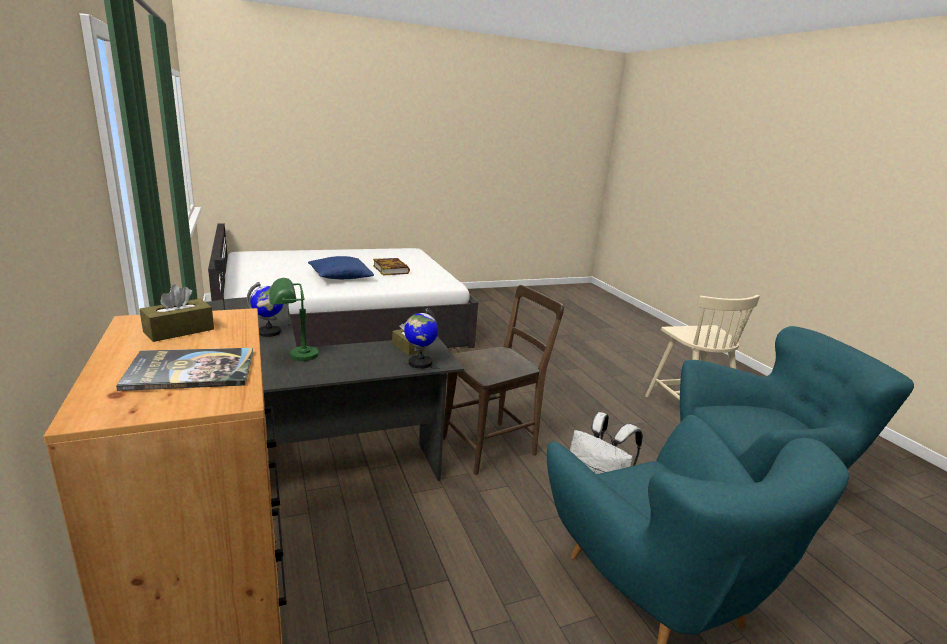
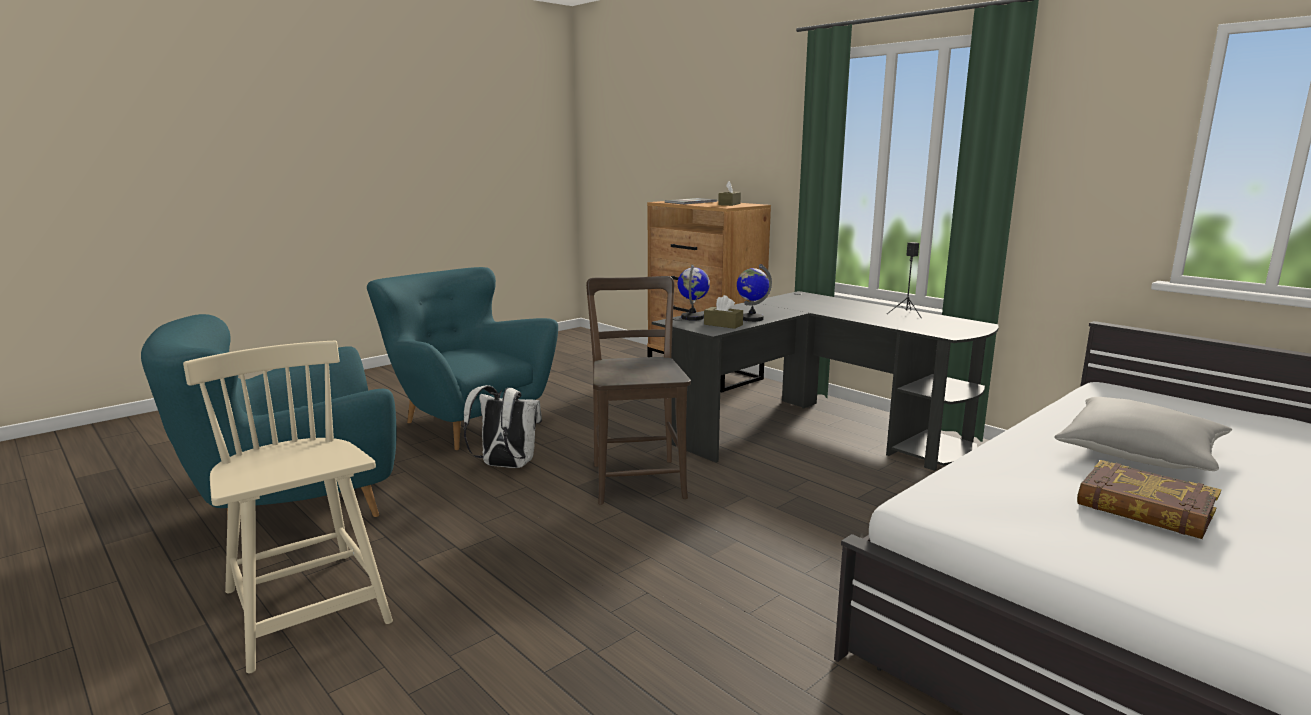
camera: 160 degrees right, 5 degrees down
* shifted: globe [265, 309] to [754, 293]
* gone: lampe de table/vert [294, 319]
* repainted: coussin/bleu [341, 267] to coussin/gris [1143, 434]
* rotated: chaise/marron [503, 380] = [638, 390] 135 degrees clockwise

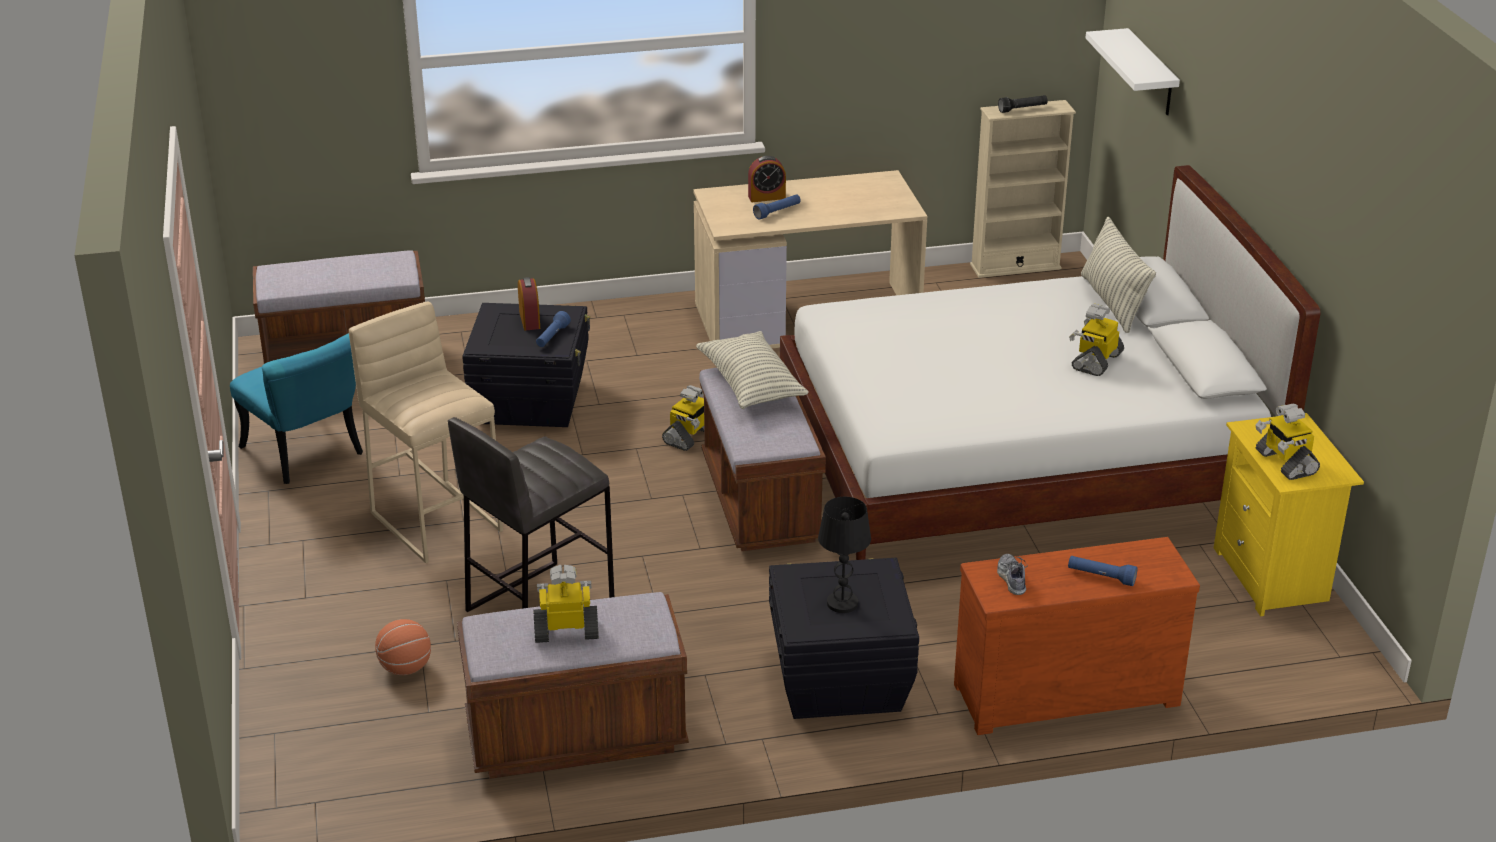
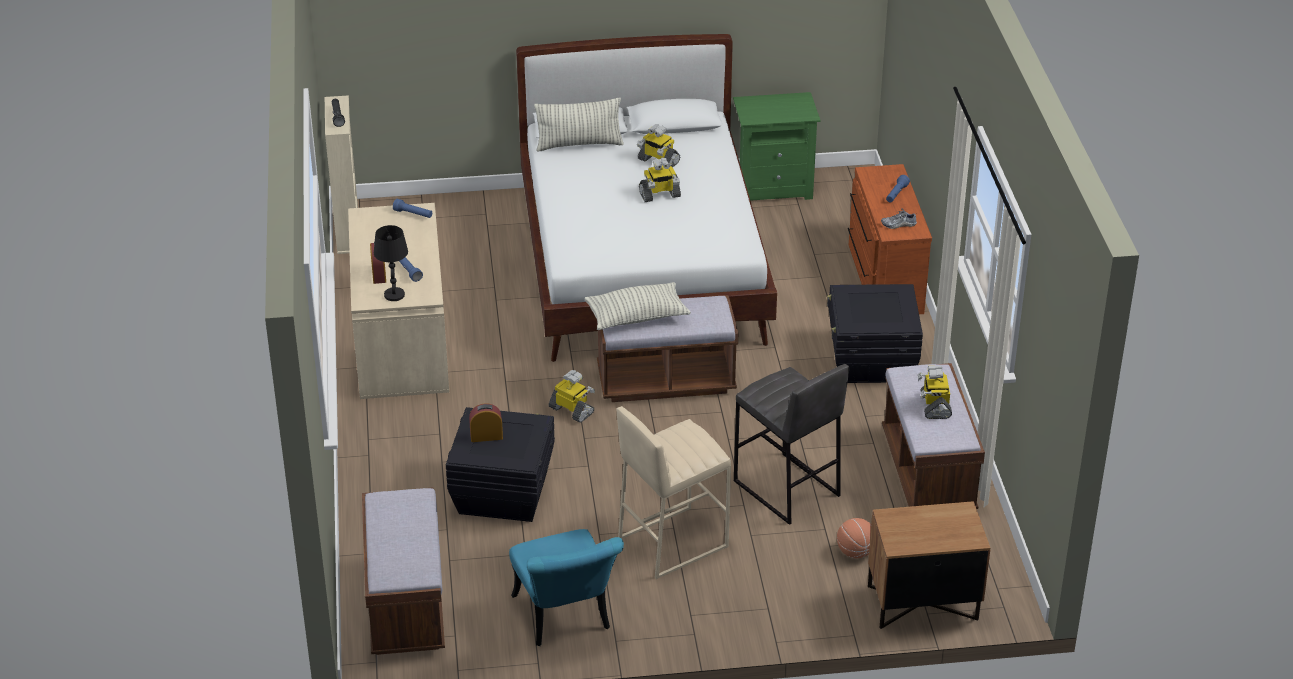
camera: 85 degrees left, 5 degrees up
* rotated: chaise/turquoise [296, 408] = [566, 587] 105 degrees clockwise
* shifted: lampe de poche/bleu [553, 329] to [412, 208]
* shifted: lampe de table/noir [844, 555] to [391, 263]
* gone: étagère/blanc [1133, 71]
* repainted: table de chevet/jaune [1289, 514] to table de chevet/vert [777, 146]
* shifted: robot jouet [1287, 441] to [660, 179]
* new: table de chevet/marron [929, 565]

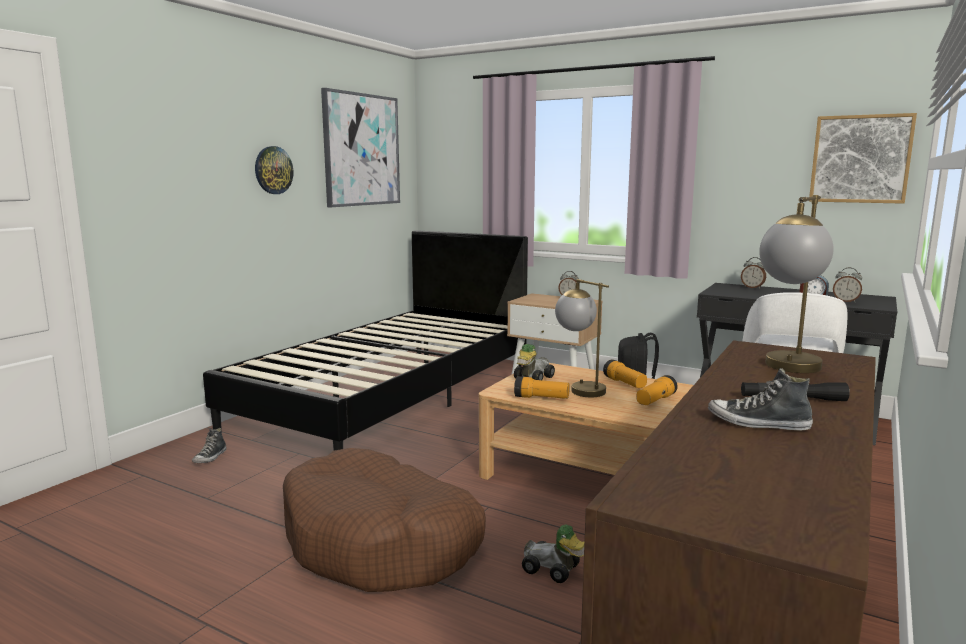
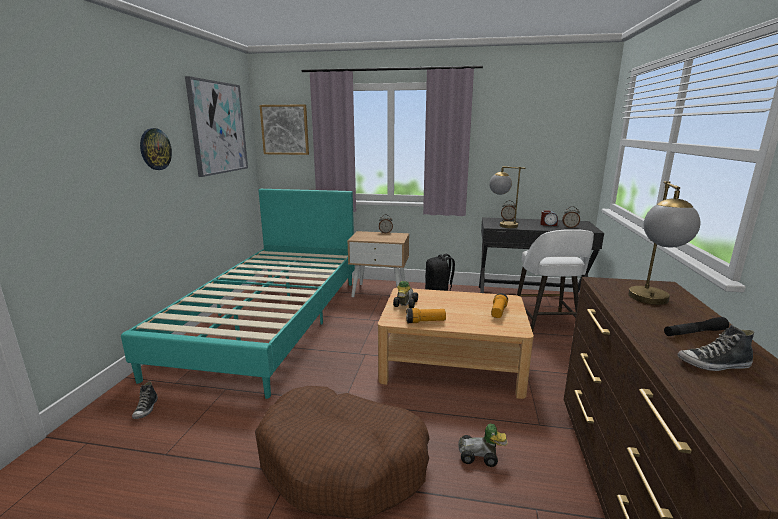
camera: 20 degrees left, 5 degrees up
* repainted: lit/noir [365, 340] to lit/turquoise [238, 294]
* shifted: lampe de table [582, 338] to [507, 197]
* gone: lampe de poche [625, 373]
* shifted: tableau [863, 158] to [284, 129]

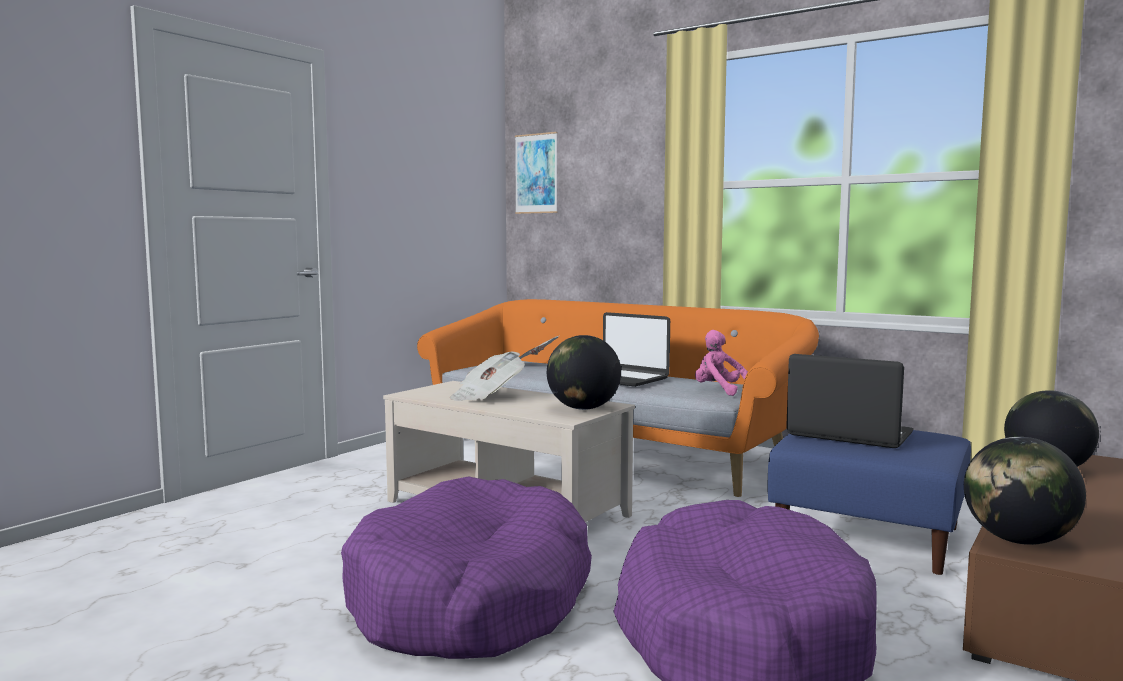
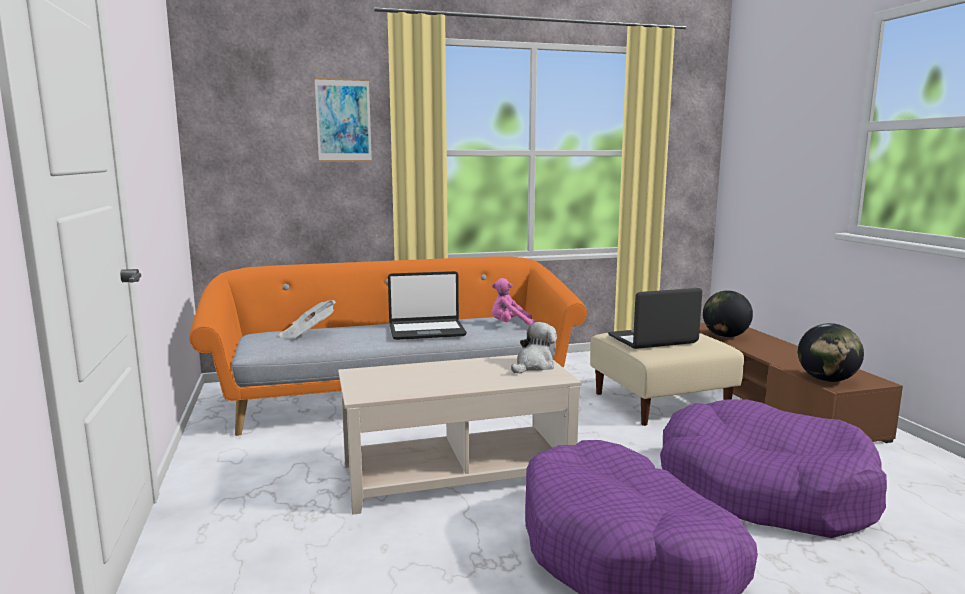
camera: 50 degrees left, 5 degrees up
* gone: journal [487, 376]
* shifted: tableau [536, 173] to [343, 120]
* swapped: globe [584, 372] to peluche [534, 348]
* repainted: pouf/bleu [869, 502] to pouf/beige [667, 379]

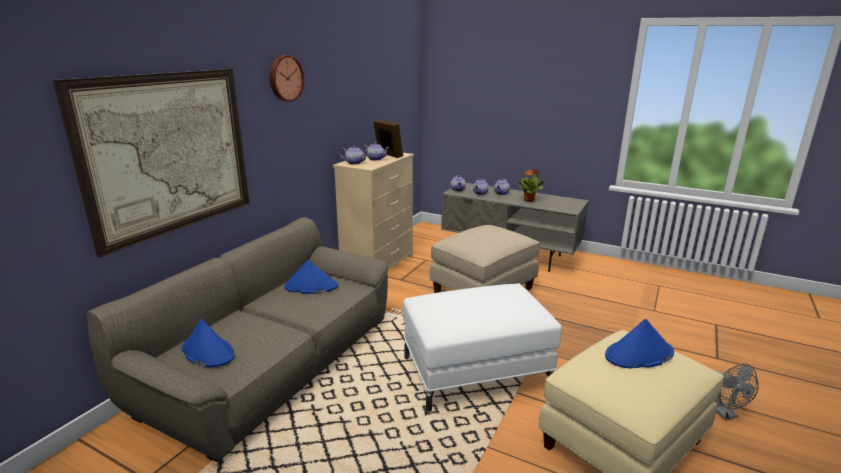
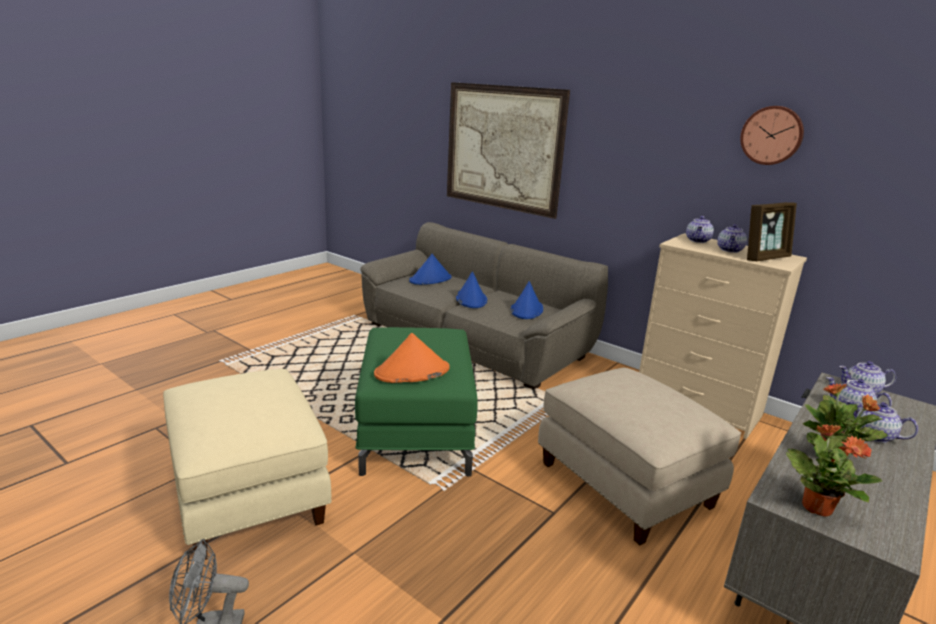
camera: 100 degrees right, 0 degrees up
* shifted: horloge murale [287, 78] to [772, 135]
* repainted: pouf/blanc [482, 347] to pouf/vert [416, 402]
* shifted: chapeau/bleu [639, 344] to [471, 289]
* new: chapeau/orange [412, 358]
* new: plante en pot [834, 470]

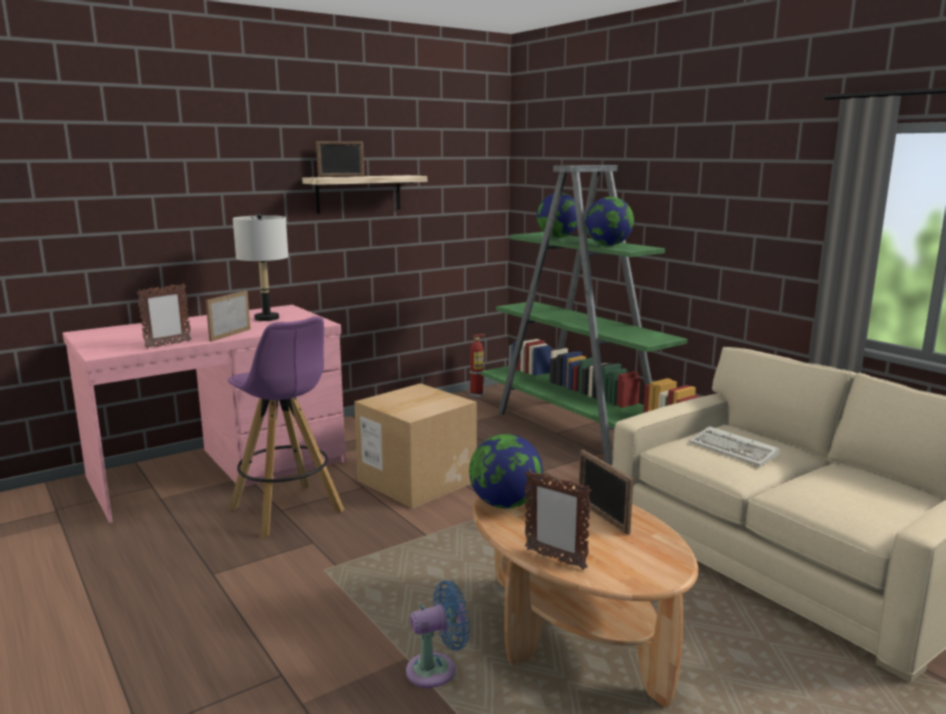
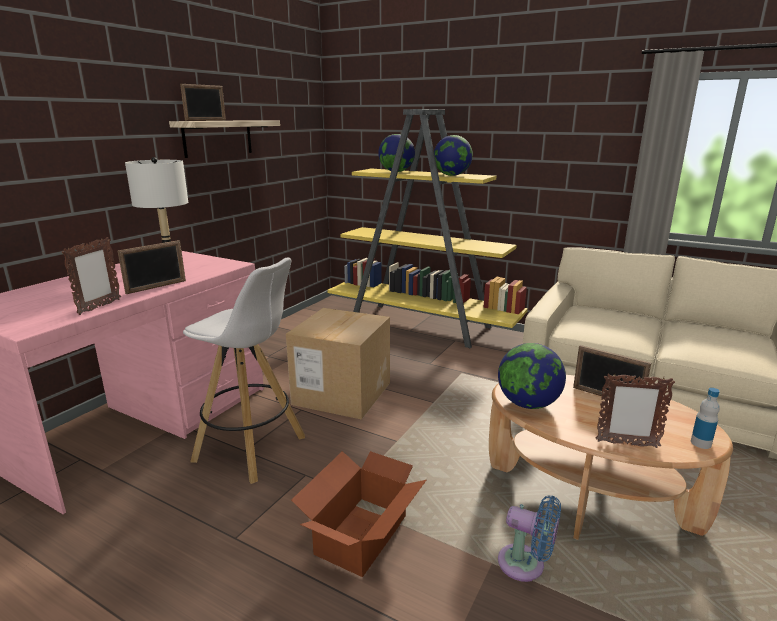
camera: 25 degrees left, 5 degrees up
* rotated: cadre photo [228, 316] = [151, 267] 135 degrees counterclockwise
* repainted: tabouret/violet [286, 426] to tabouret/blanc [244, 371]
* rotated: ventilateur/bleu [438, 634] = [529, 538] 75 degrees clockwise
* gone: extincteur [477, 365]
* repainted: bibliothèque/vert [590, 314] to bibliothèque/jaune [427, 228]
* gone: clavier [734, 446]
* new: carton [358, 514]
* new: bouteille [705, 418]

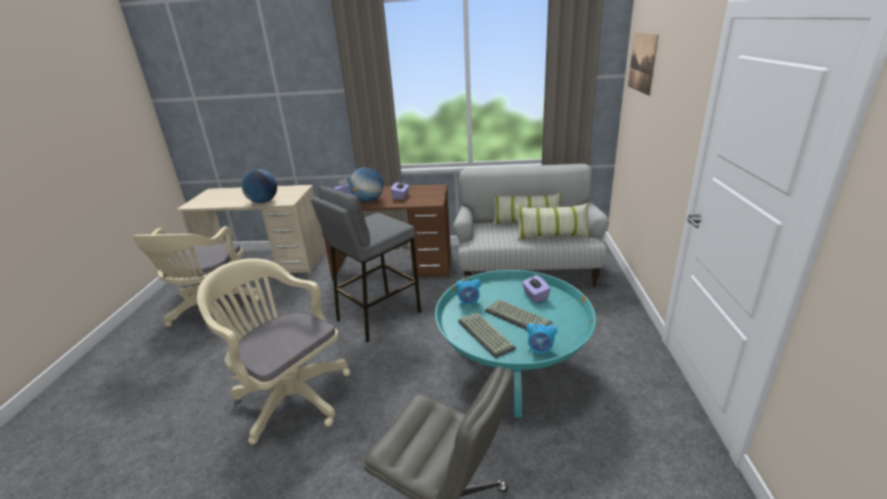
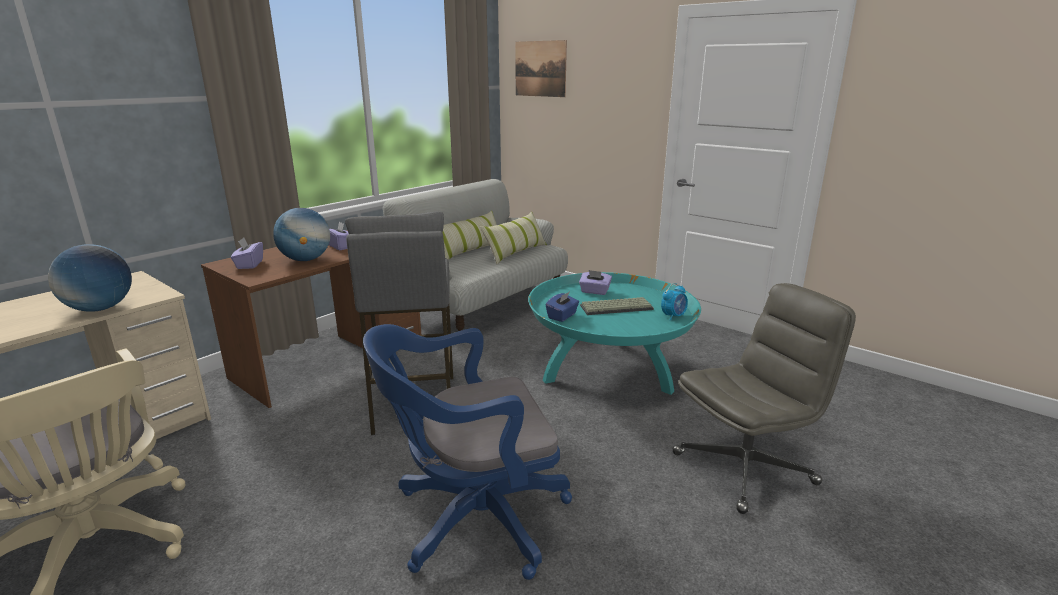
camera: 55 degrees left, 5 degrees down
* repainted: chaise de bureau/beige [273, 351] to chaise de bureau/bleu [467, 452]
* swapped: réveil [468, 291] to boîte à mouchoirs/bleu [562, 307]
* gone: clavier [487, 335]

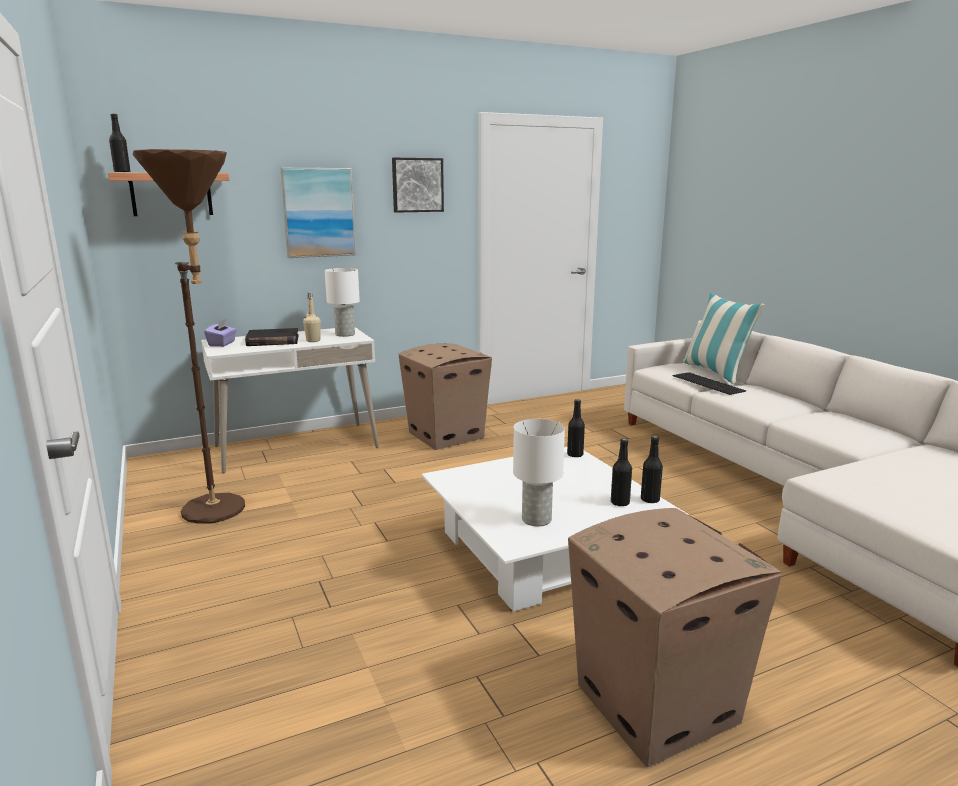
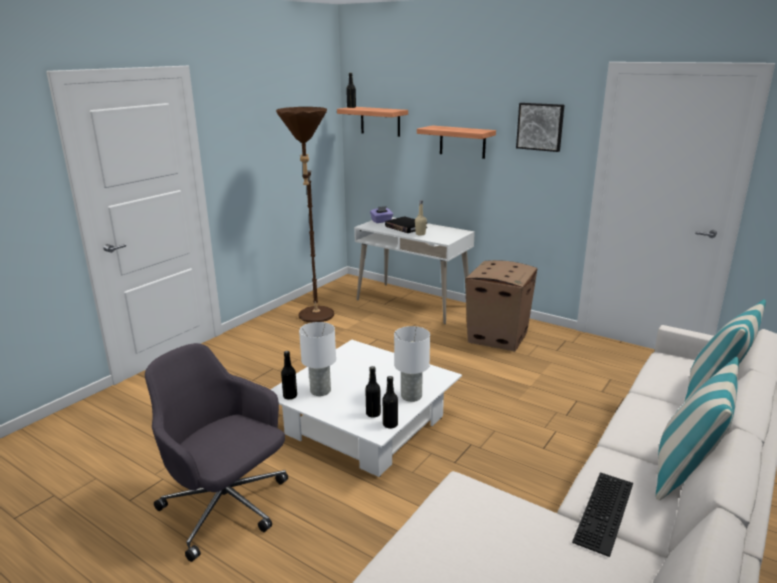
camera: 60 degrees right, 5 degrees up
* swapped: tableau [318, 212] to étagère [456, 142]
* shifted: lampe de table/blanc [342, 302] to [412, 364]
* shifted: bouteille/noir [576, 428] to [289, 375]
* swapped: carton [675, 637] to chaise de bureau/gris [216, 452]
* shifted: clavier [709, 383] to [602, 514]
* new: coussin [697, 428]

